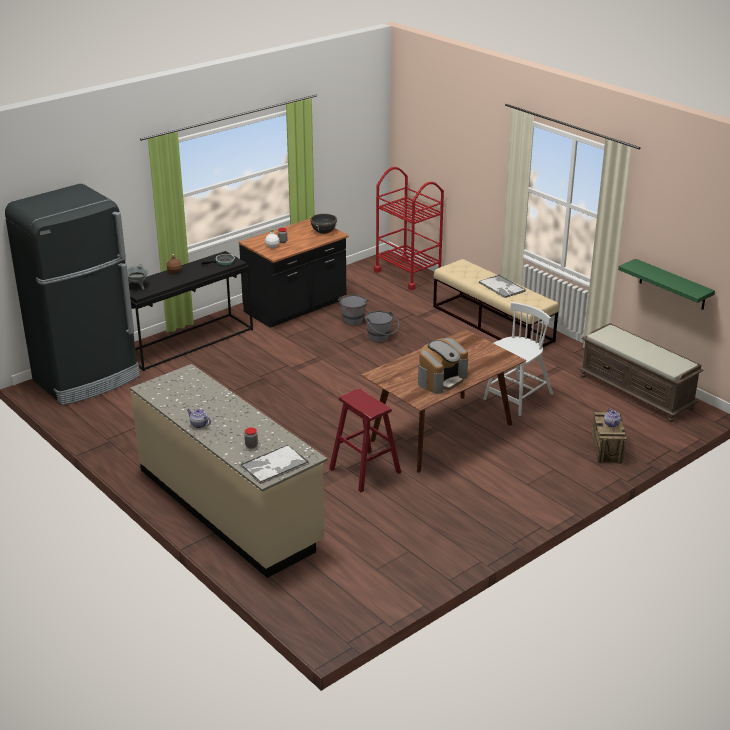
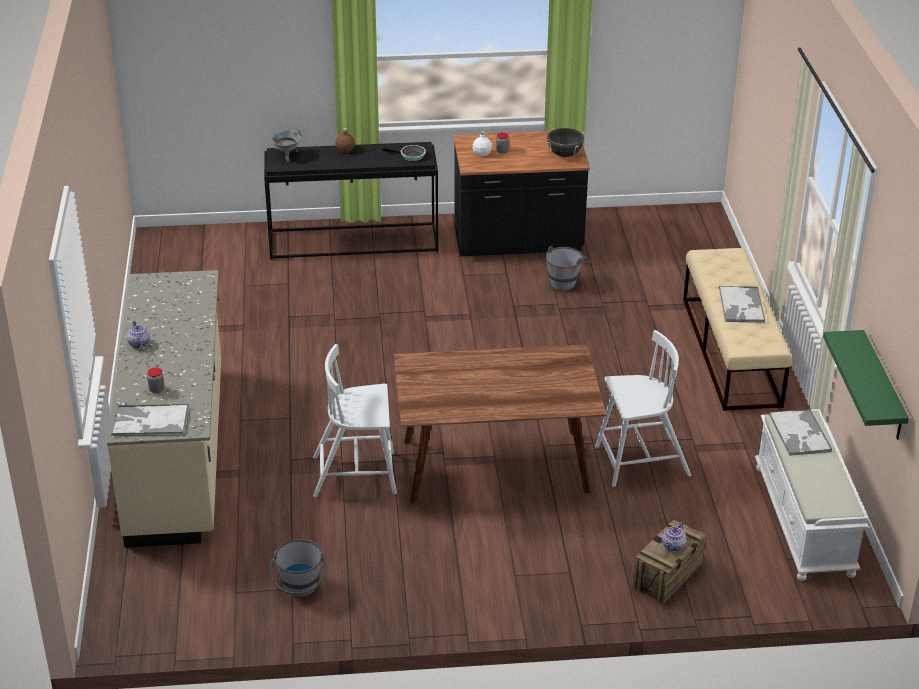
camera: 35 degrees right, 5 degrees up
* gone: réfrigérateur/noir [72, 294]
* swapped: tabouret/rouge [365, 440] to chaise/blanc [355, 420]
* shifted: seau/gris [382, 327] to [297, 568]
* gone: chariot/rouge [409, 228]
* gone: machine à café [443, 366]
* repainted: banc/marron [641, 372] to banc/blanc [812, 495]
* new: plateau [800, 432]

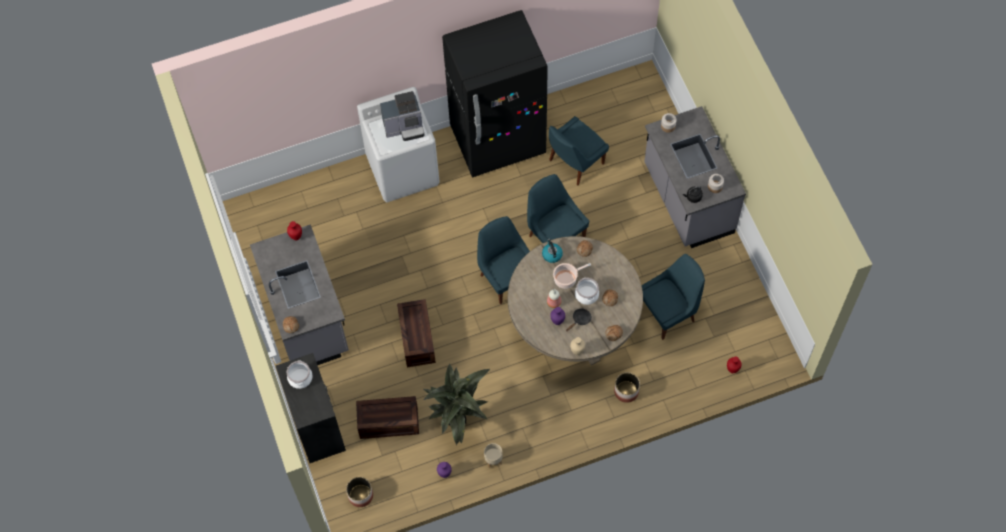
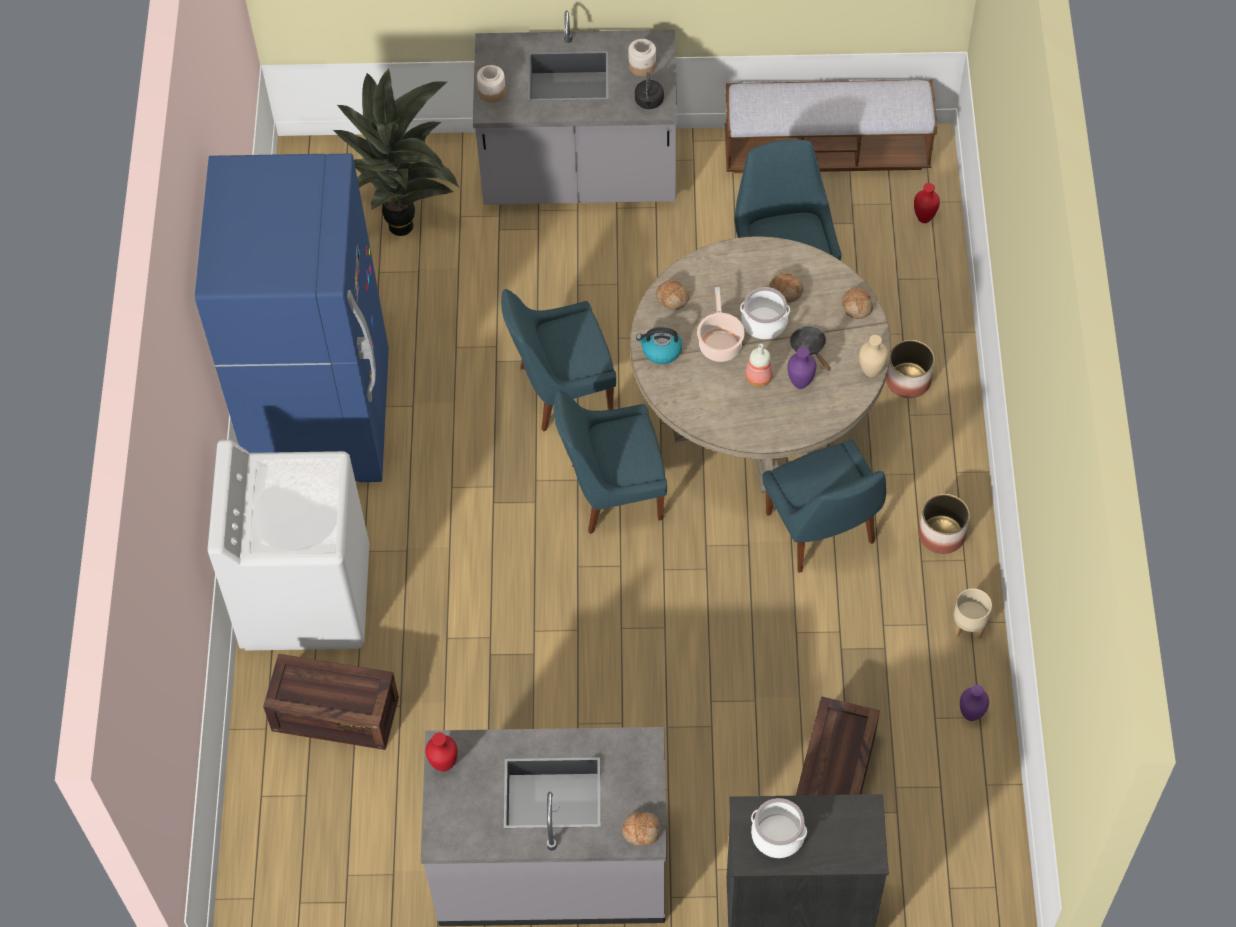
camera: 70 degrees left, 5 degrees down
* shifted: cache-pot [359, 492] to [944, 524]
* gone: machine à café [402, 116]
* shifted: caisse [416, 333] to [331, 702]
* shifted: plante en pot [456, 404] to [396, 152]
* repainted: réfrigérateur/noir [495, 93] to réfrigérateur/bleu [292, 318]
* shifted: chaise/bleu [579, 151] to [824, 505]
* new: banc [831, 126]

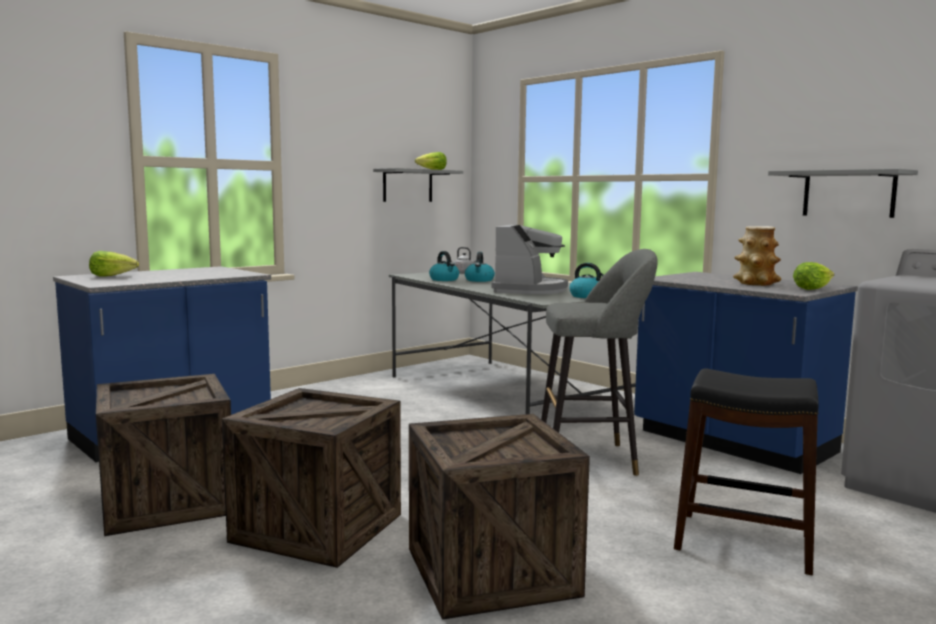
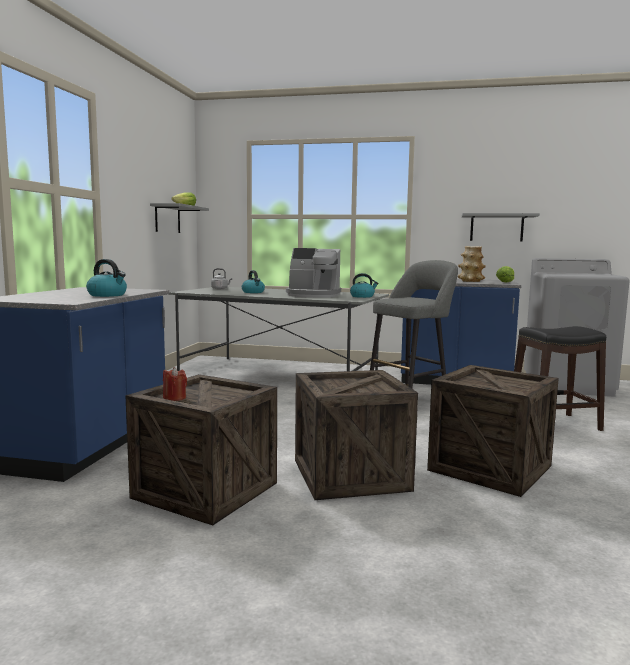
camera: 35 degrees left, 0 degrees up
* gone: laitue [114, 264]
* shifted: bouilloire [444, 266] to [106, 278]
* rotated: machine à café [529, 259] = [313, 273] 120 degrees clockwise
* new: bougie/rouge [175, 384]

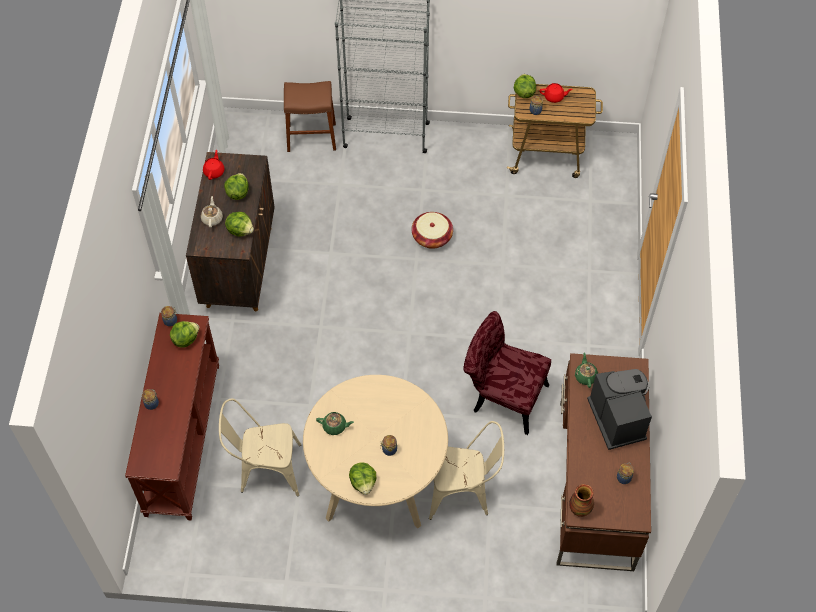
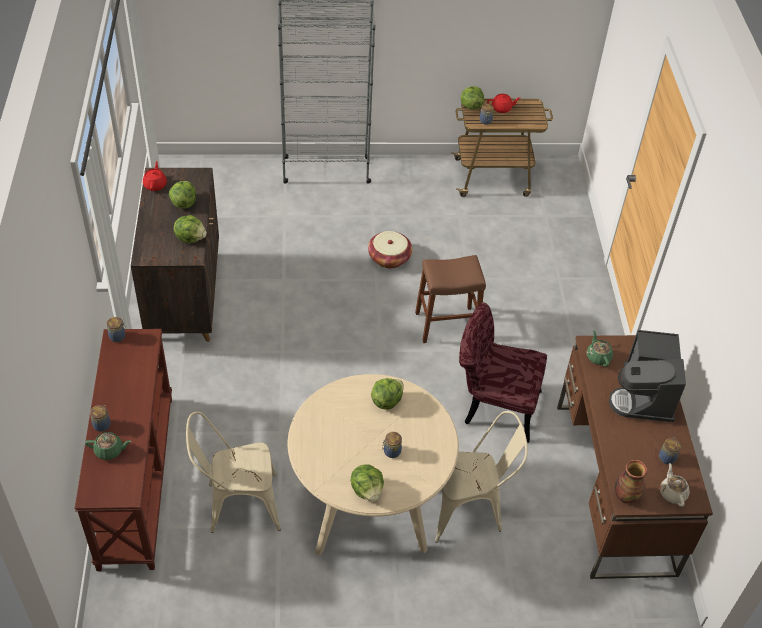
camera: 10 degrees left, 10 degrees down
* shifted: laitue [184, 334] to [387, 394]
* shifted: théière/beige [212, 212] to [675, 485]
* shifted: tabouret/marron [310, 116] to [450, 299]
* shifted: théière/vert [335, 423] to [108, 446]
* rotated: machine à café [619, 409] = [647, 376] 150 degrees counterclockwise

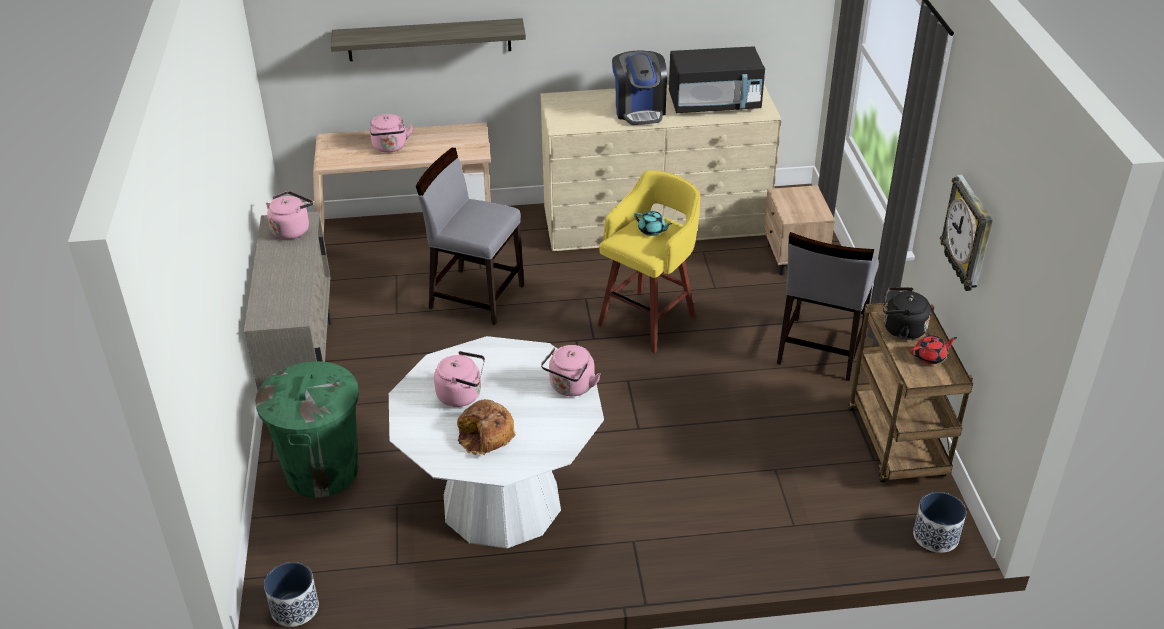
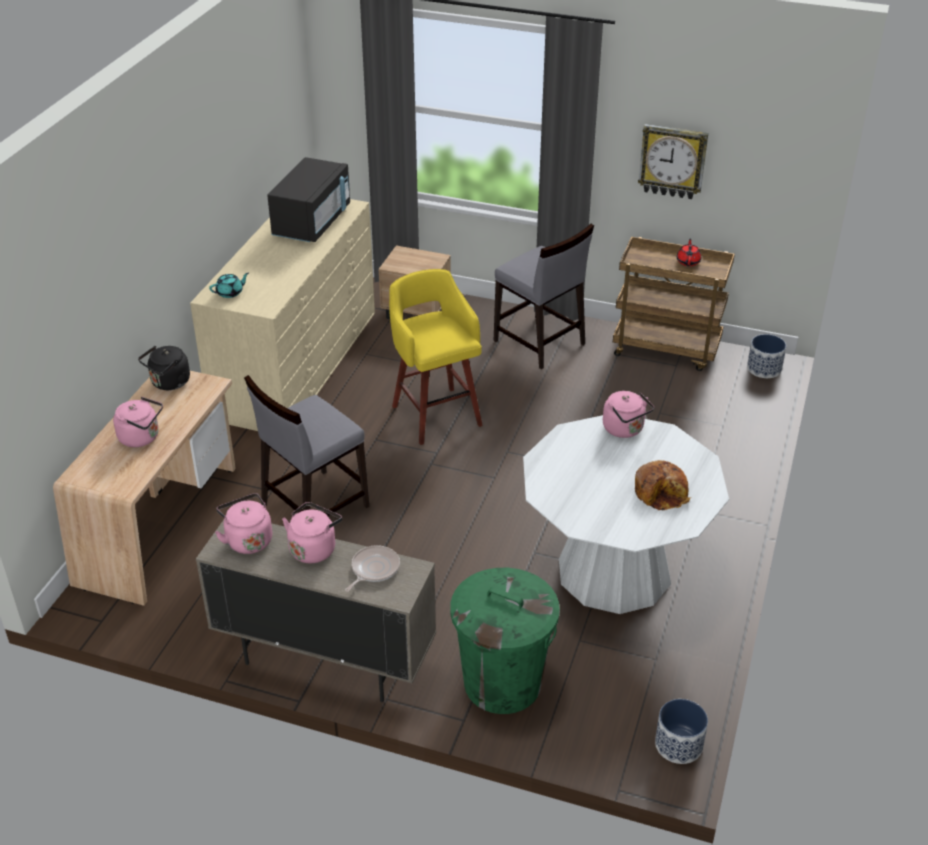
camera: 65 degrees left, 0 degrees up
* gone: étagère [428, 39]
* shifted: bouilloire/rose [459, 379] to [312, 532]
* gone: machine à café [639, 87]
* shifted: théière/turquoise [653, 223] to [229, 285]
* shifted: bouilloire/noir [907, 313] to [164, 368]
* new: poêle [372, 568]

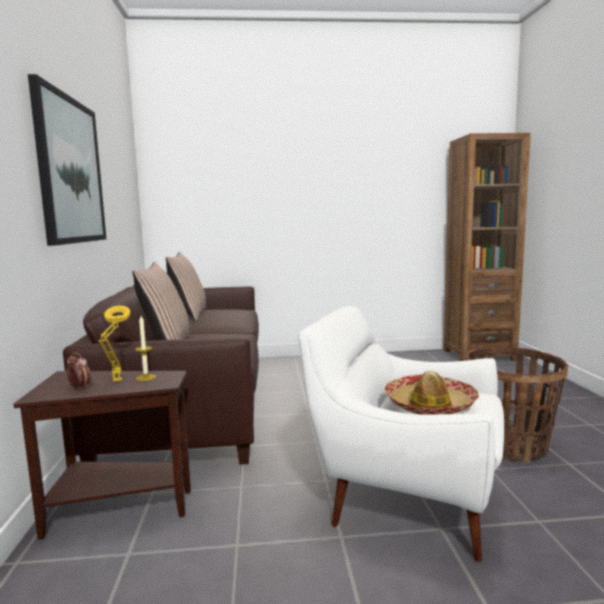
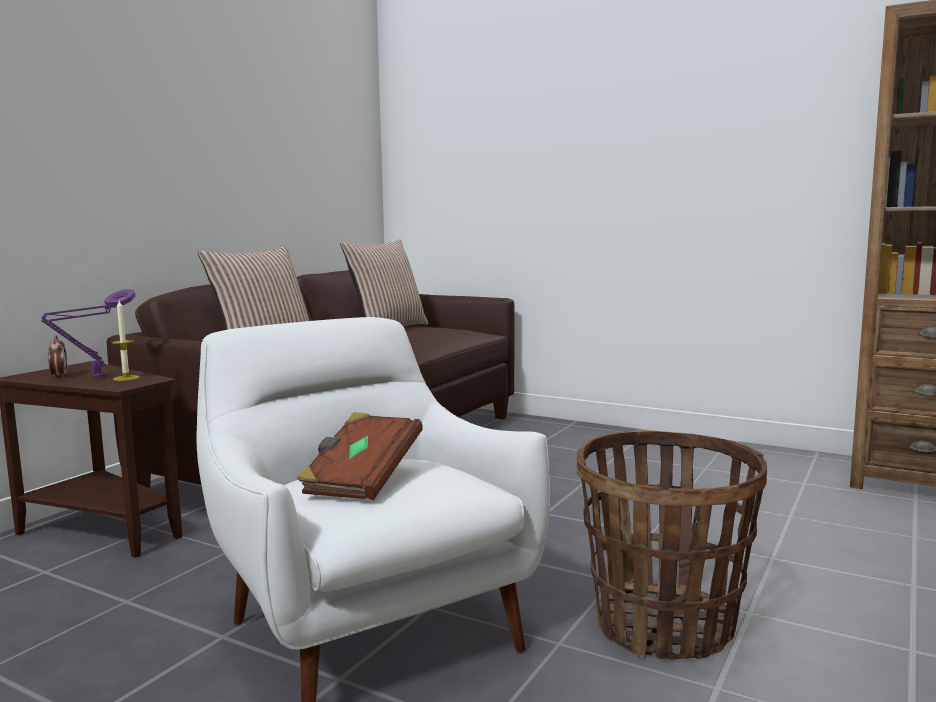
camera: 35 degrees right, 0 degrees up
* gone: tableau [67, 160]
* repainted: lampe de table/jaune [115, 344] to lampe de table/violet [88, 333]
* swapped: chapeau [432, 393] to livre/marron [360, 456]

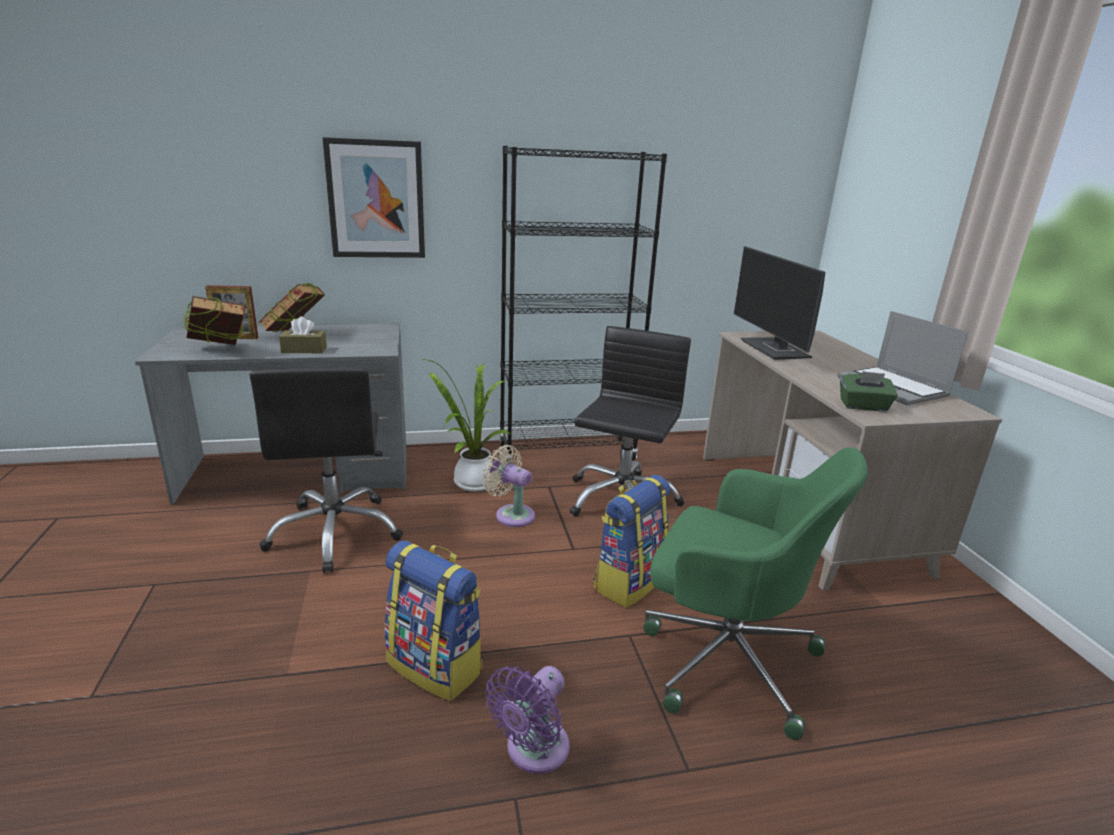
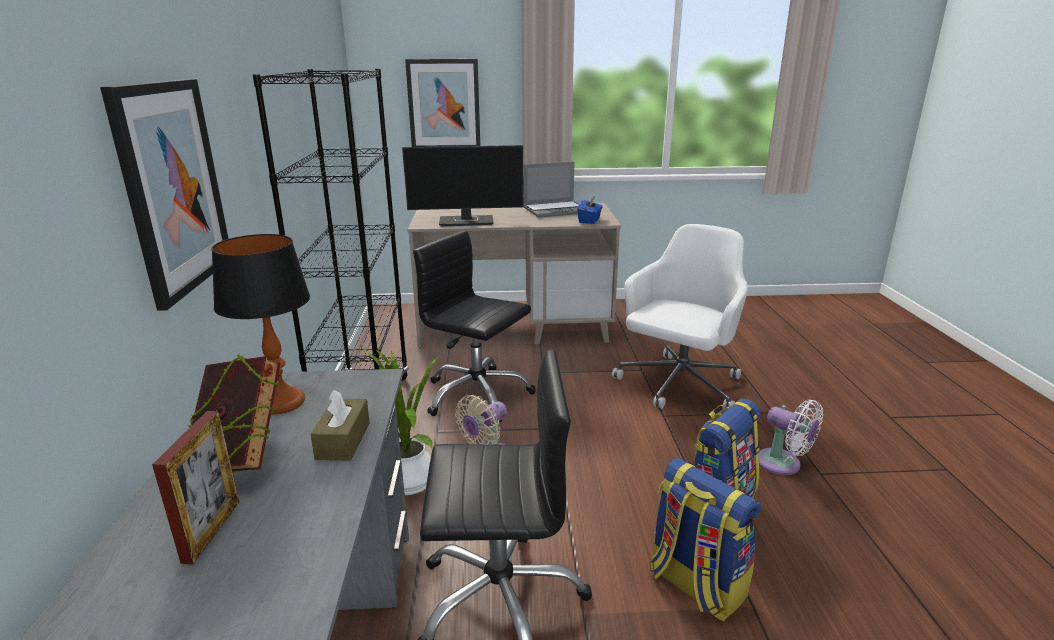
camera: 80 degrees left, 0 degrees up
* gone: livre [214, 320]
* repainted: ventilateur/violet [527, 720] to ventilateur/blanc [790, 437]
* shifted: sac à dos [632, 541] to [705, 539]
* repainted: chaise de bureau/vert [755, 593] to chaise de bureau/blanc [680, 316]
* repainted: boîte à mouchoirs/vert [869, 391] to boîte à mouchoirs/bleu [590, 209]
* new: lampe de table [260, 324]
* new: tableau [442, 103]

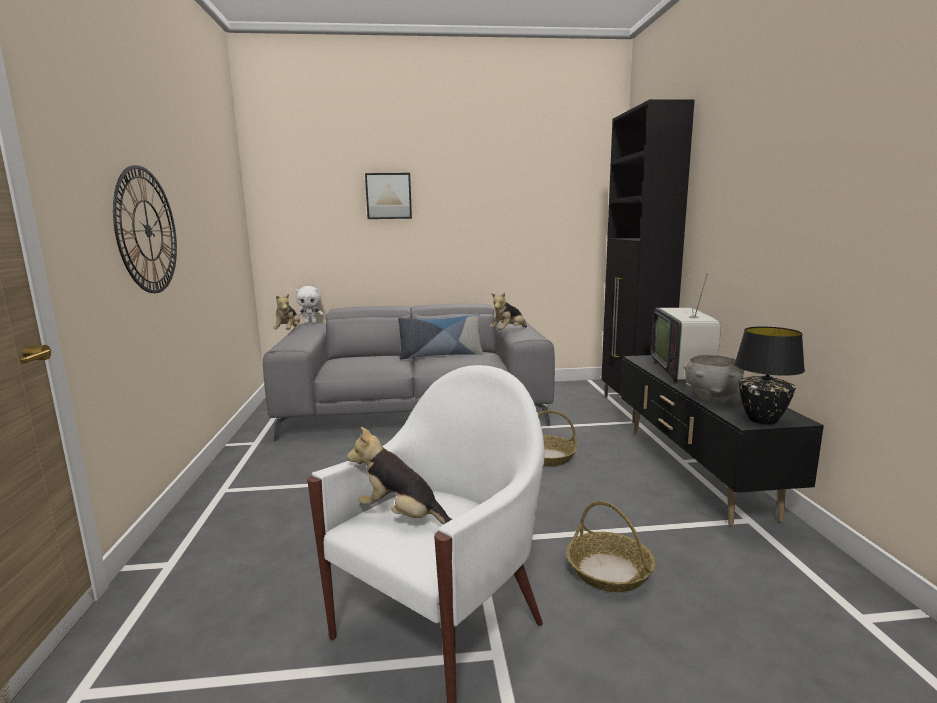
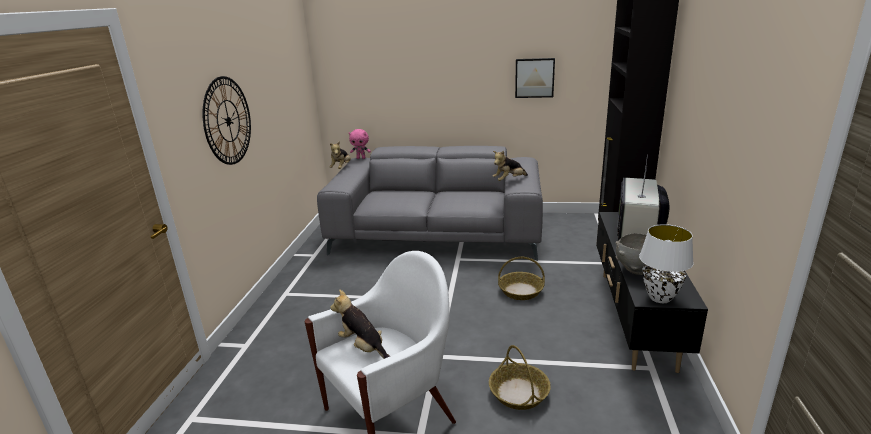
camera: 15 degrees right, 10 degrees up
* repainted: peluche/blanc [310, 305] to peluche/rose [360, 144]
* shifted: tableau [388, 196] to [535, 78]
* gone: coussin [440, 336]
* repainted: lampe de table/noir [769, 376] to lampe de table/blanc [666, 263]

